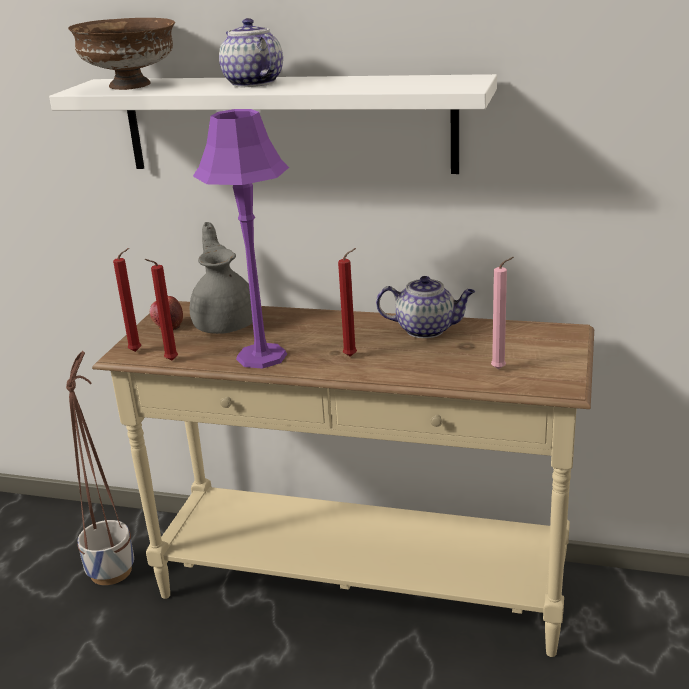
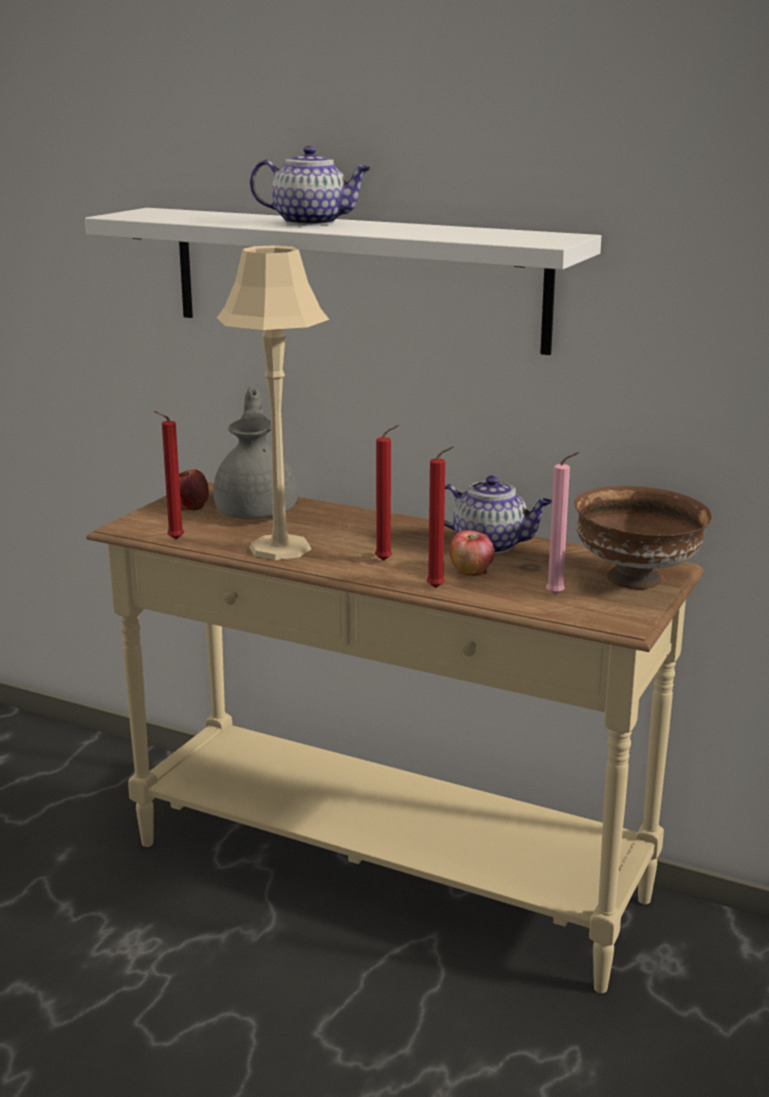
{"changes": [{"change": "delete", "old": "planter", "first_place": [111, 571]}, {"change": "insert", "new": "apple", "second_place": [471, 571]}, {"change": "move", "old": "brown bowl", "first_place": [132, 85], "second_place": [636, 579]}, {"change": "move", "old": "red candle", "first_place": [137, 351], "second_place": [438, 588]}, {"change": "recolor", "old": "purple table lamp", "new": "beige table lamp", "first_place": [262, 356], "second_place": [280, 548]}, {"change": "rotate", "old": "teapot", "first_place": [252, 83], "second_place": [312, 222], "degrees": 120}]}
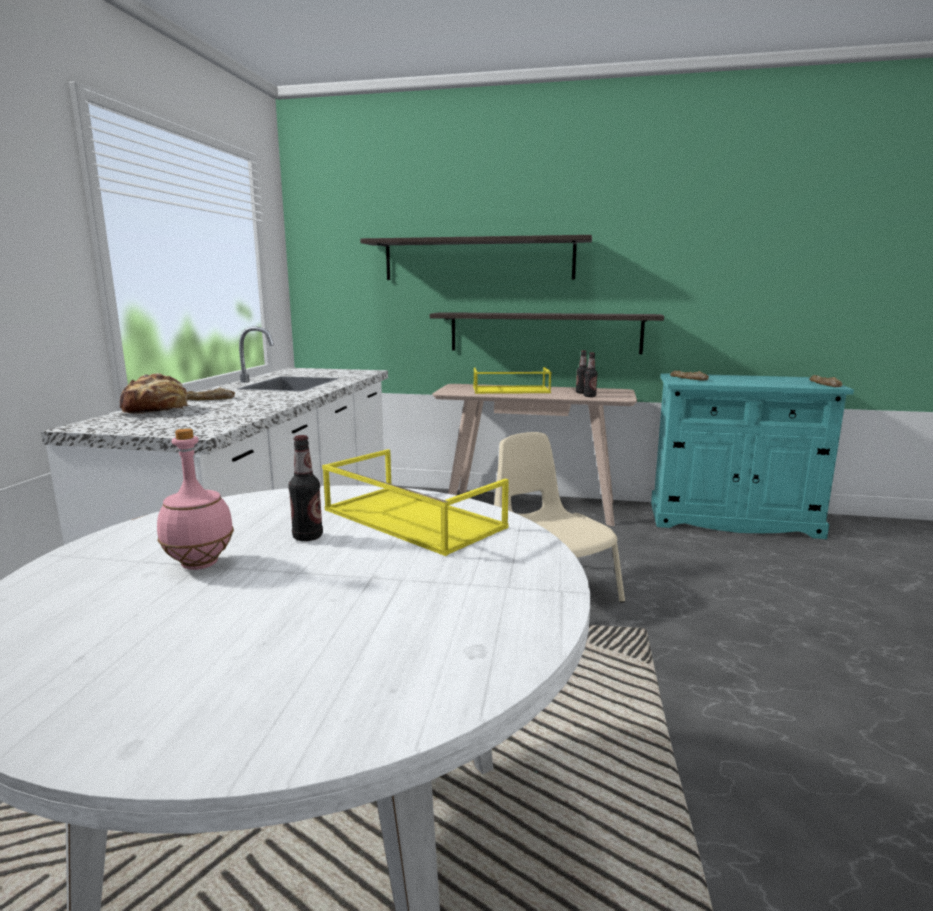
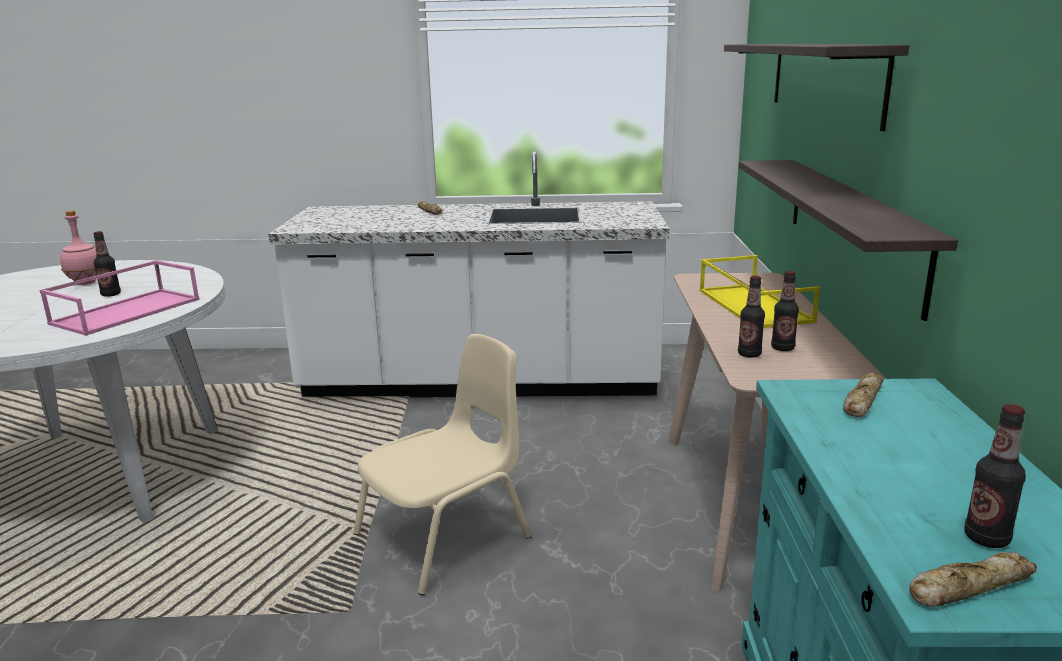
{"changes": [{"change": "delete", "old": "bread", "first_place": [156, 411]}, {"change": "insert", "new": "bottle", "second_place": [986, 538]}, {"change": "recolor", "old": "yellow tray", "new": "pink tray", "first_place": [410, 518], "second_place": [127, 311]}]}
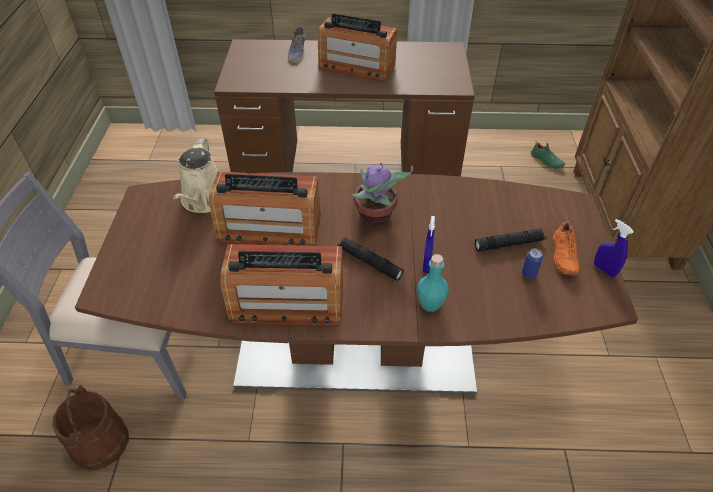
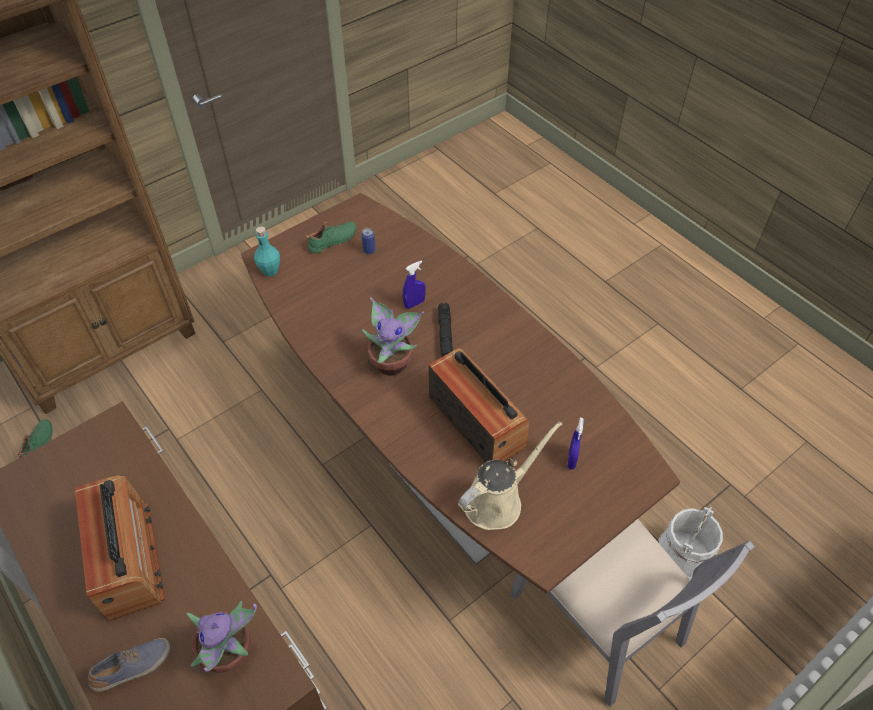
{"changes": [{"change": "delete", "old": "radio", "first_place": [287, 303]}, {"change": "delete", "old": "black flashlight", "first_place": [509, 244]}, {"change": "insert", "new": "potted plant", "second_place": [229, 653]}, {"change": "move", "old": "turquoise bottle", "first_place": [430, 304], "second_place": [270, 270]}, {"change": "move", "old": "blue spray bottle", "first_place": [604, 270], "second_place": [572, 459]}, {"change": "recolor", "old": "brown bucket", "new": "white bucket", "first_place": [100, 442], "second_place": [681, 556]}, {"change": "recolor", "old": "orange shoe", "new": "green shoe", "first_place": [562, 256], "second_place": [333, 242]}]}
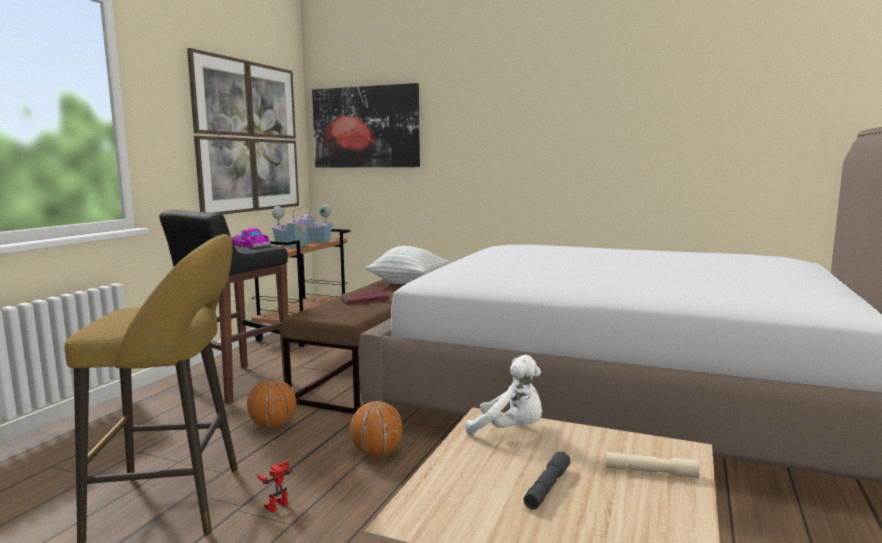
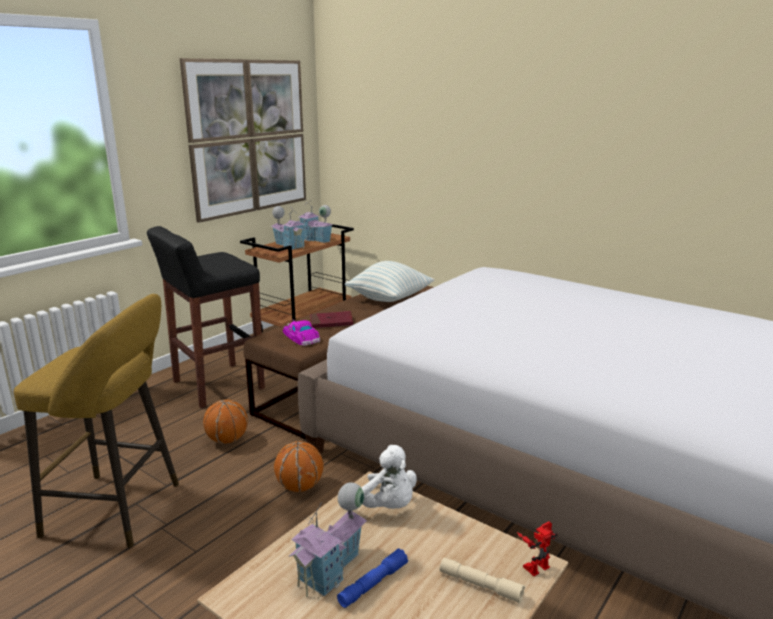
{"changes": [{"change": "delete", "old": "picture", "first_place": [365, 127]}, {"change": "insert", "new": "toy house", "second_place": [332, 569]}, {"change": "move", "old": "toy car", "first_place": [251, 245], "second_place": [302, 337]}, {"change": "move", "old": "toy robot", "first_place": [276, 503], "second_place": [535, 564]}, {"change": "recolor", "old": "grey flashlight", "new": "blue flashlight", "first_place": [547, 487], "second_place": [373, 584]}]}
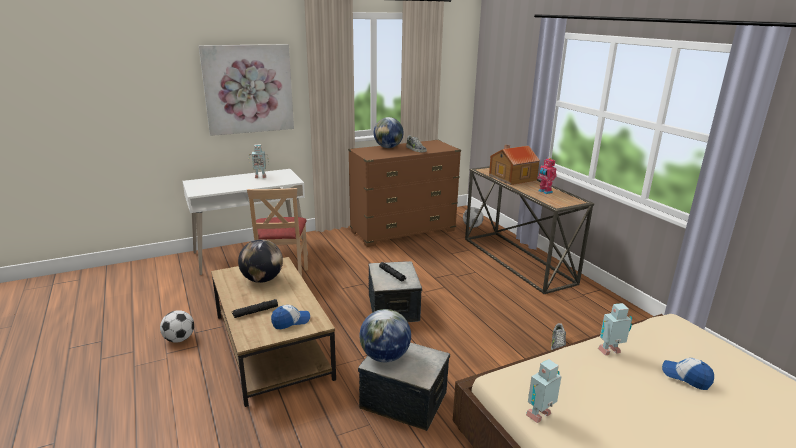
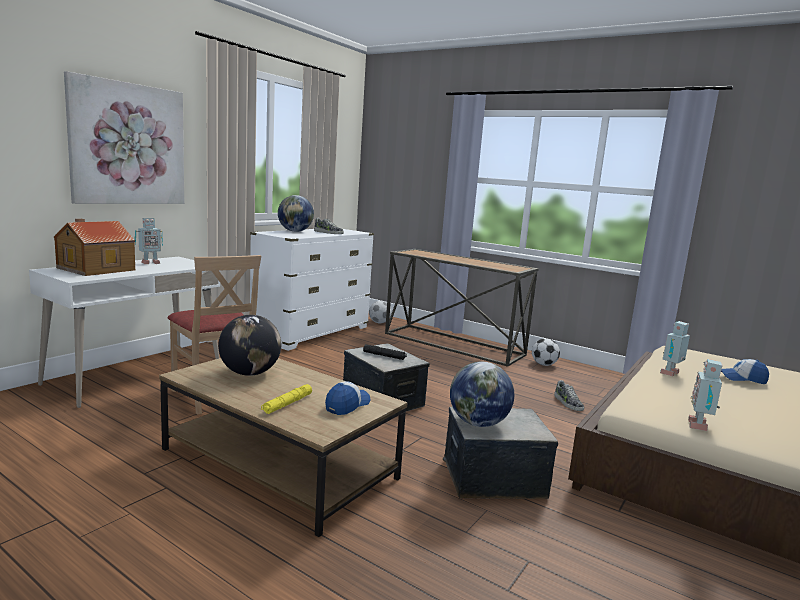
{"changes": [{"change": "delete", "old": "toy robot", "first_place": [544, 192]}, {"change": "move", "old": "football", "first_place": [179, 339], "second_place": [544, 364]}, {"change": "move", "old": "toy house", "first_place": [511, 177], "second_place": [94, 269]}, {"change": "recolor", "old": "black flashlight", "new": "yellow flashlight", "first_place": [255, 312], "second_place": [287, 404]}, {"change": "recolor", "old": "brown dresser", "new": "white dresser", "first_place": [403, 231], "second_place": [312, 333]}]}
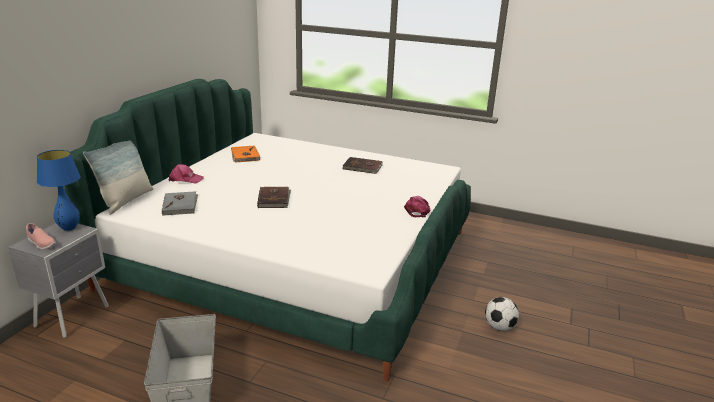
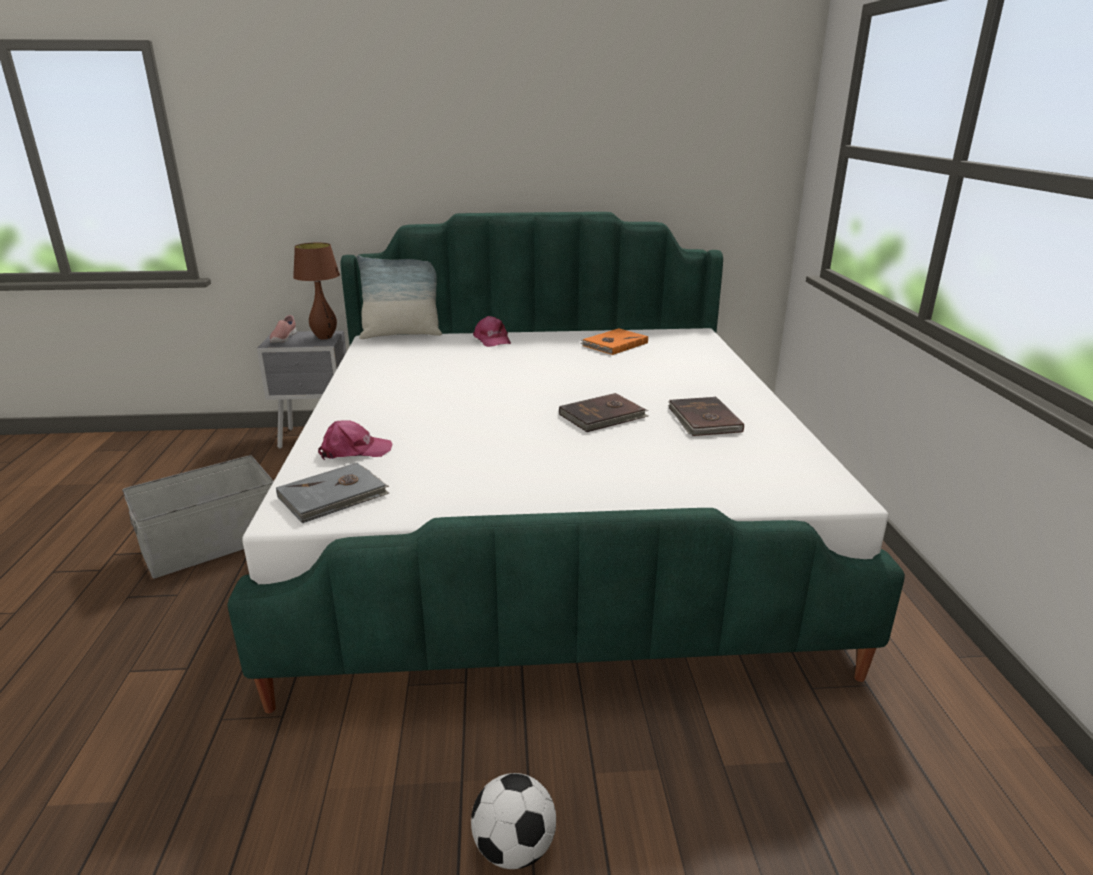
{"changes": [{"change": "move", "old": "grey book", "first_place": [180, 205], "second_place": [334, 496]}, {"change": "move", "old": "brown book", "first_place": [274, 199], "second_place": [603, 416]}, {"change": "move", "old": "pink cap", "first_place": [417, 210], "second_place": [354, 450]}, {"change": "recolor", "old": "blue table lamp", "new": "brown table lamp", "first_place": [69, 228], "second_place": [324, 337]}]}
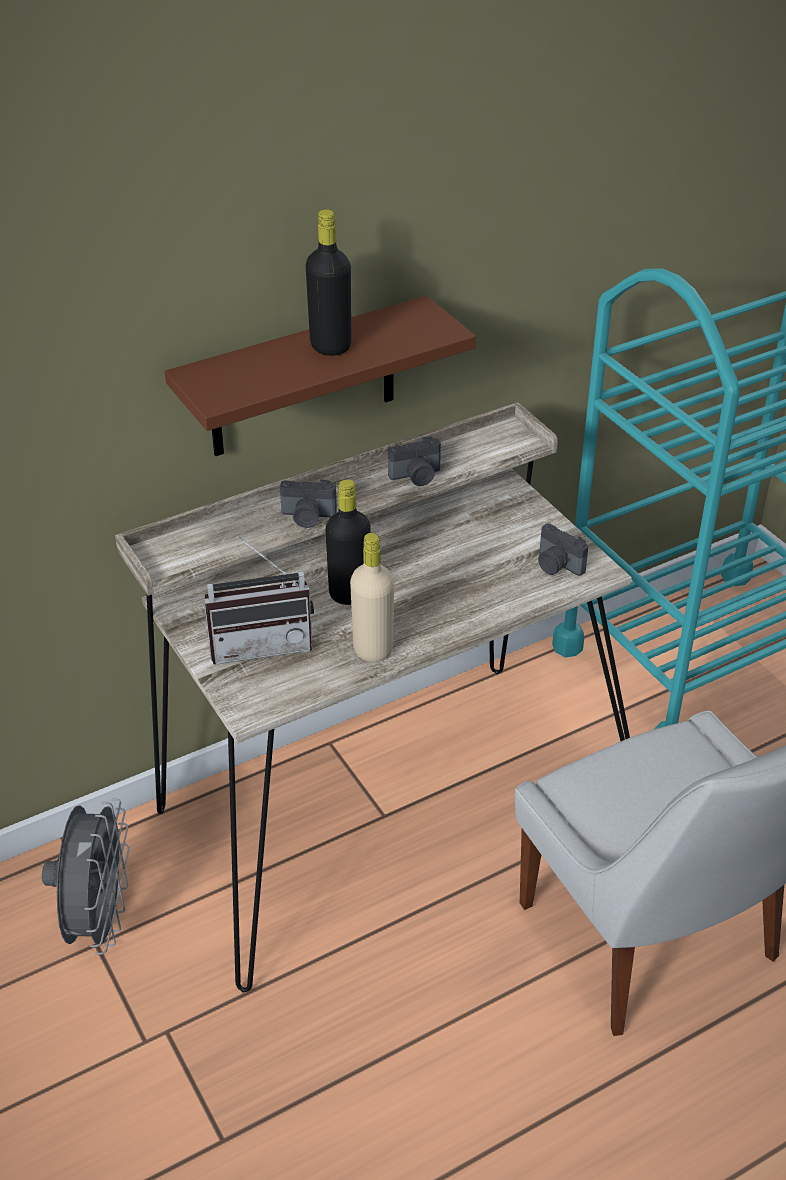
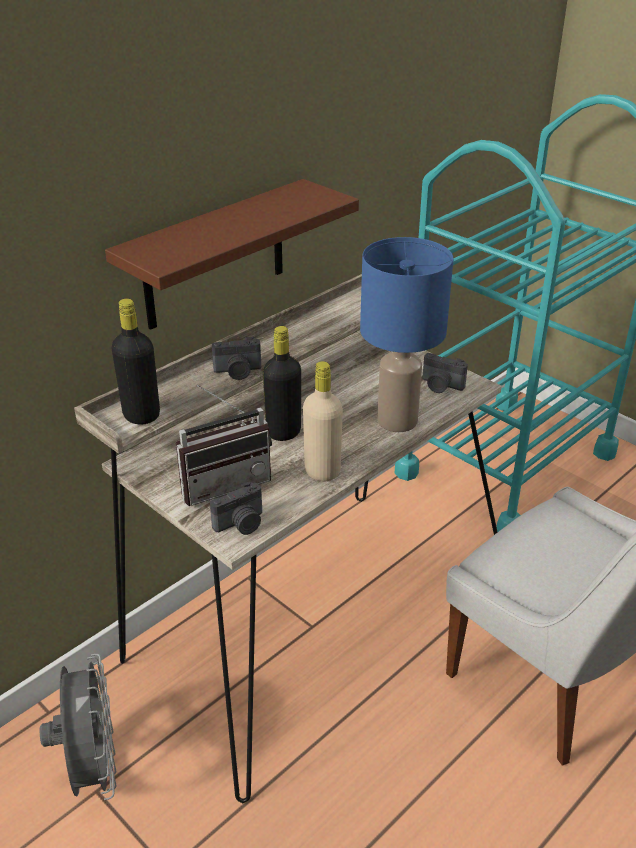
{"changes": [{"change": "insert", "new": "blue table lamp", "second_place": [398, 421]}, {"change": "move", "old": "black bottle", "first_place": [330, 346], "second_place": [141, 415]}, {"change": "move", "old": "photo camera", "first_place": [416, 477], "second_place": [241, 524]}]}
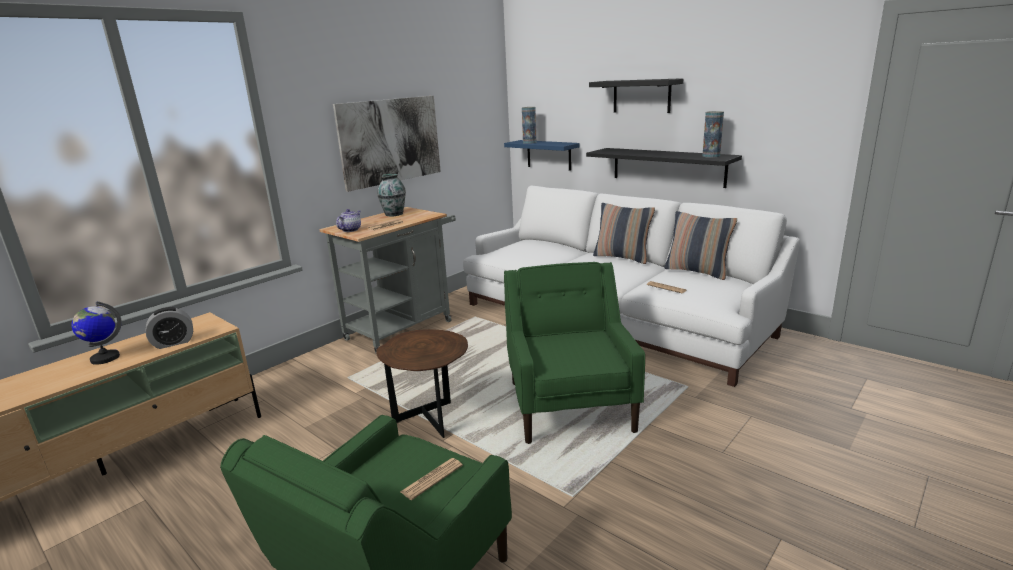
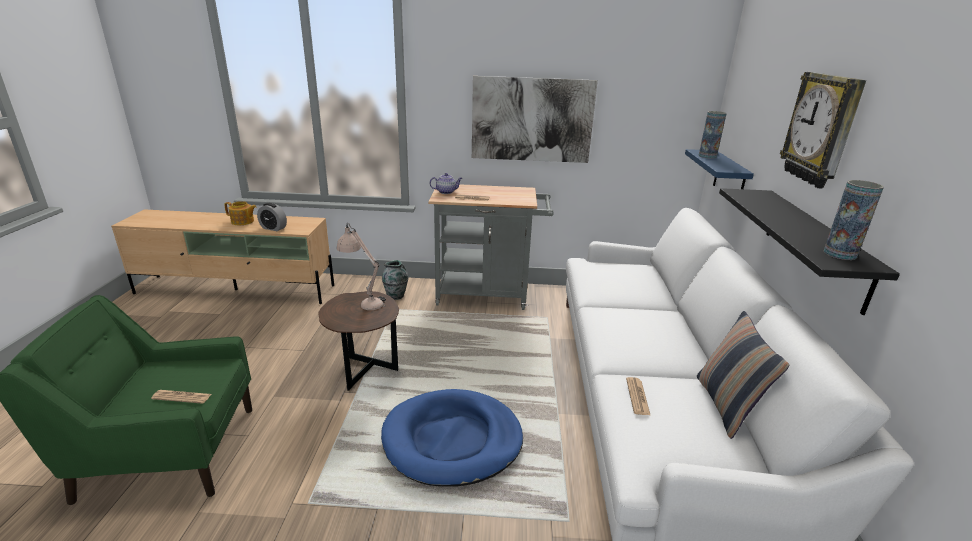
{"changes": [{"change": "delete", "old": "pillow", "first_place": [622, 257]}, {"change": "insert", "new": "beige table lamp", "second_place": [363, 300]}, {"change": "move", "old": "vase", "first_place": [394, 214], "second_place": [396, 296]}, {"change": "replace", "old": "globe", "new": "teapot", "first_place": [105, 358], "second_place": [243, 222]}, {"change": "replace", "old": "green armchair", "new": "blue dog bed", "first_place": [570, 404], "second_place": [452, 440]}, {"change": "replace", "old": "black shelf", "new": "wall clock", "first_place": [641, 96], "second_place": [822, 129]}]}
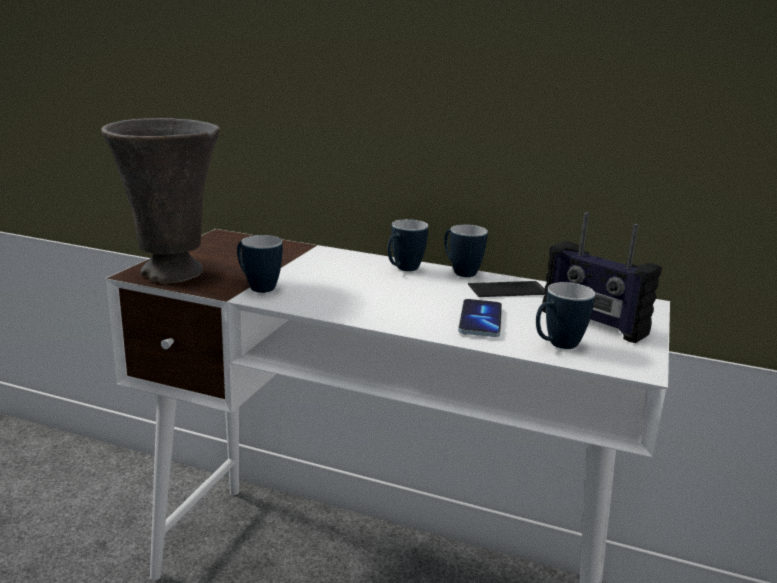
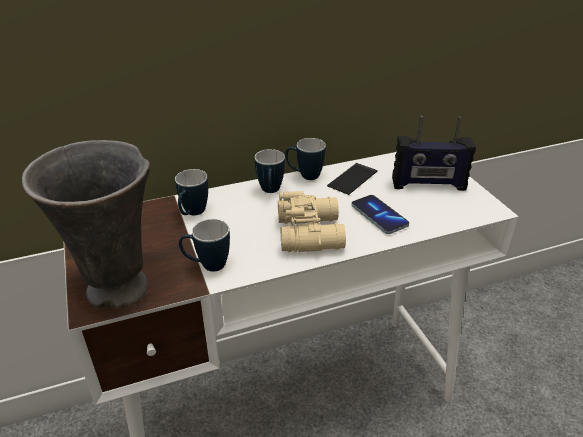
{"changes": [{"change": "insert", "new": "beige binoculars", "second_place": [311, 232]}, {"change": "move", "old": "mug", "first_place": [556, 346], "second_place": [192, 214]}]}
